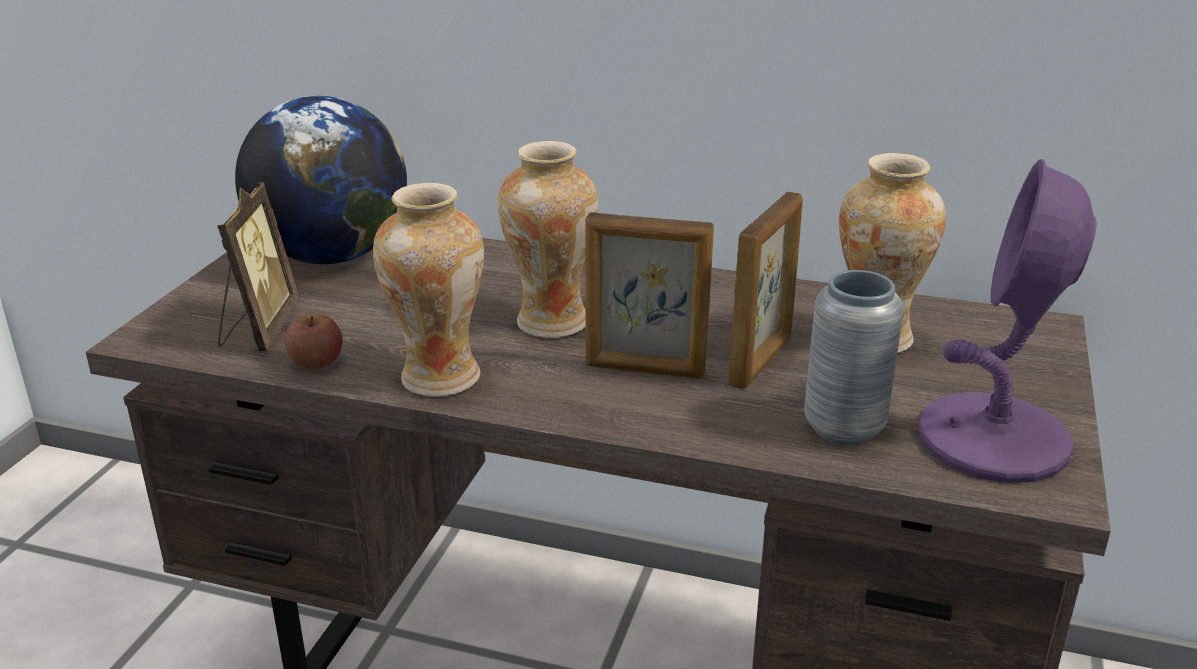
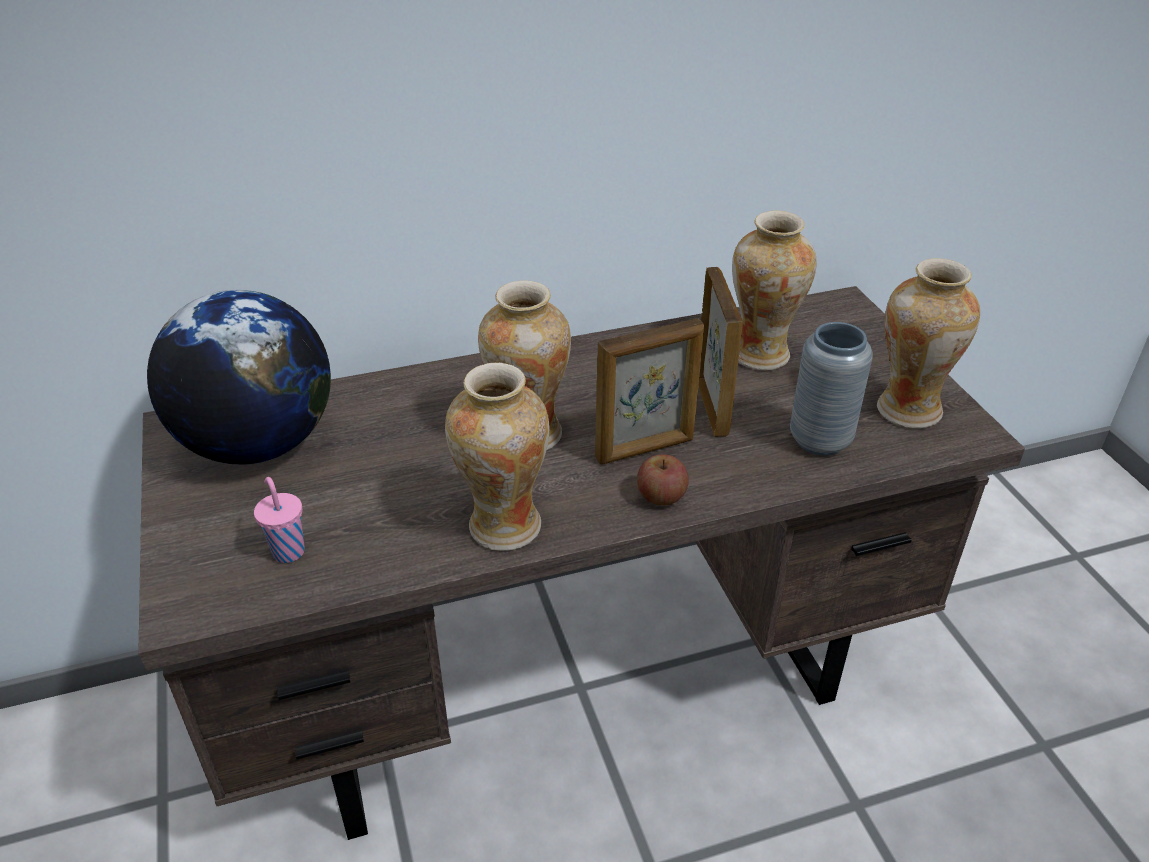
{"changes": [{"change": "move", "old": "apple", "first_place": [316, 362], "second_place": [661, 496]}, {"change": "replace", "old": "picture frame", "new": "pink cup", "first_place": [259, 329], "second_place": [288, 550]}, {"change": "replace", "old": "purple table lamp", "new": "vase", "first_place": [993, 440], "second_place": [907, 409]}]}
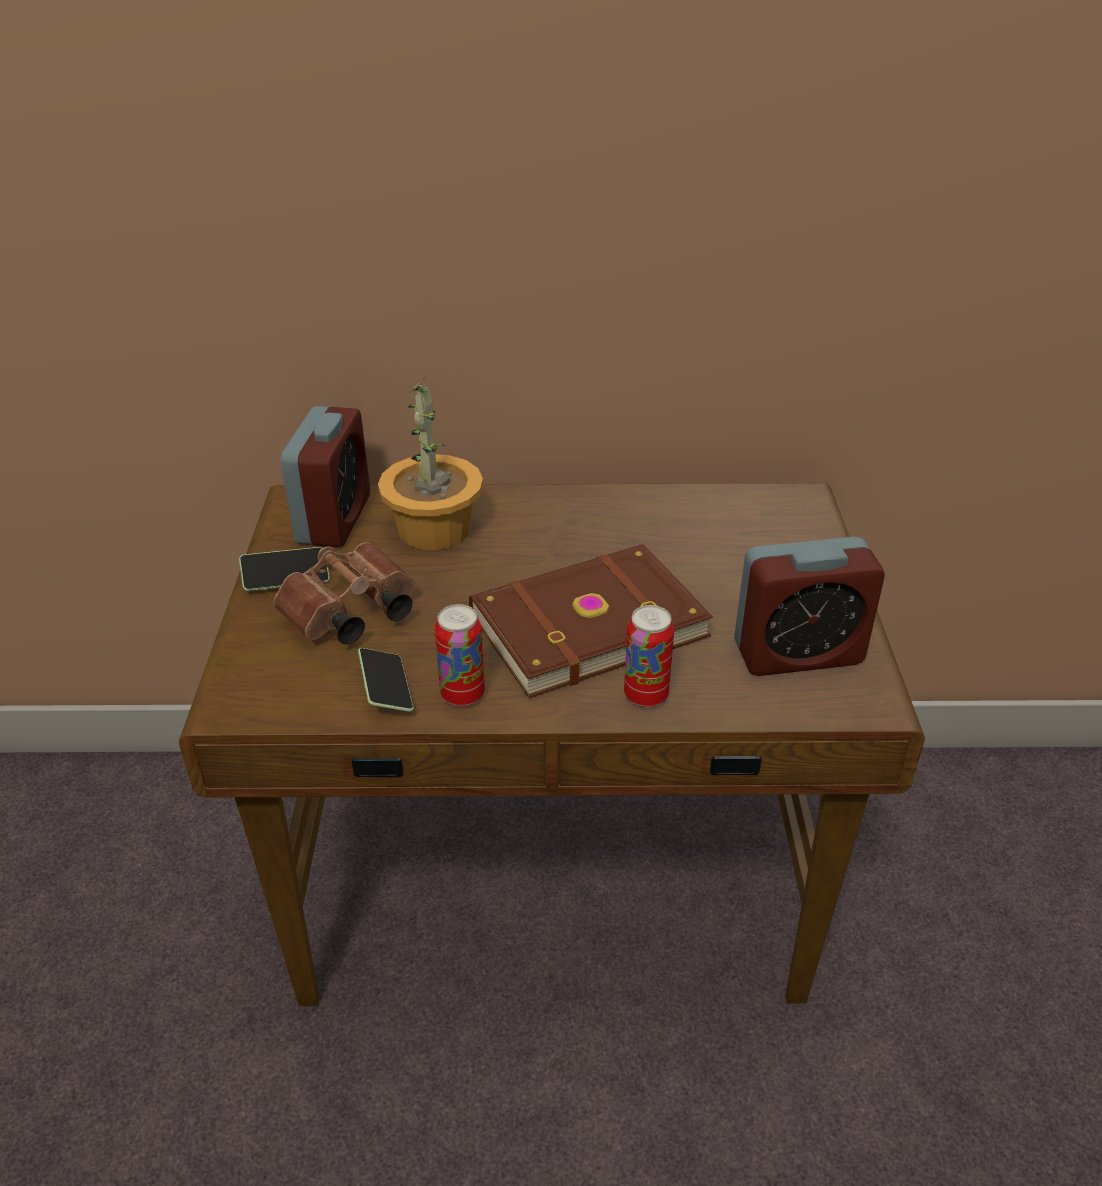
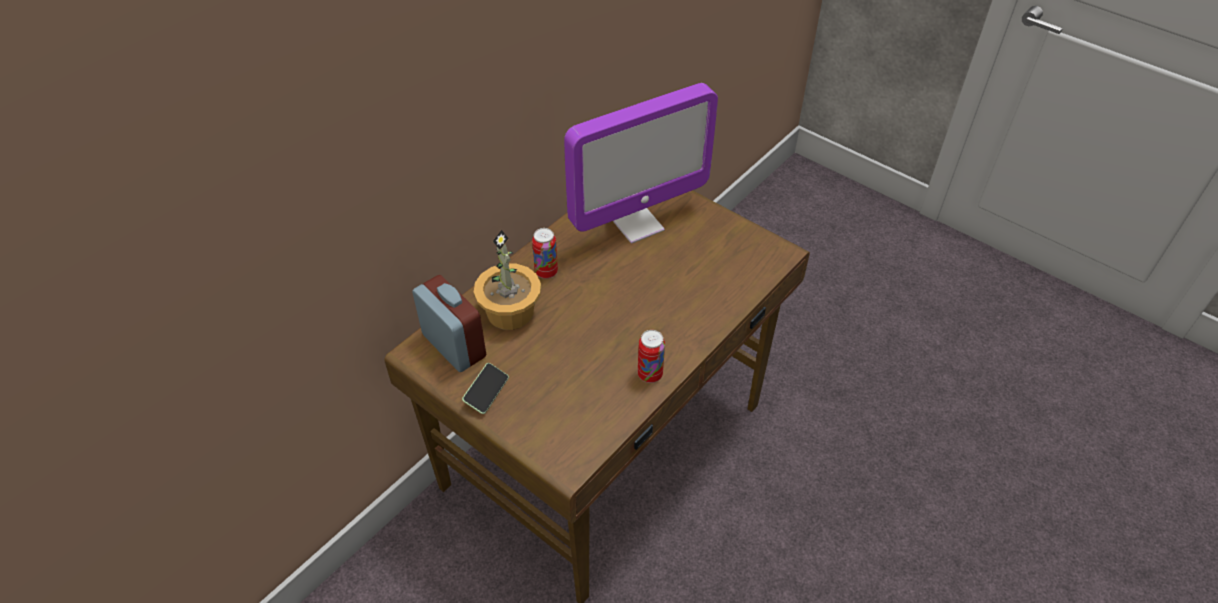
{"changes": [{"change": "delete", "old": "brown binoculars", "first_place": [348, 616]}, {"change": "delete", "old": "phone", "first_place": [386, 689]}, {"change": "delete", "old": "brown book", "first_place": [585, 623]}, {"change": "delete", "old": "alarm clock", "first_place": [797, 653]}, {"change": "insert", "new": "monitor", "second_place": [637, 224]}, {"change": "move", "old": "can", "first_place": [646, 696], "second_place": [546, 272]}]}
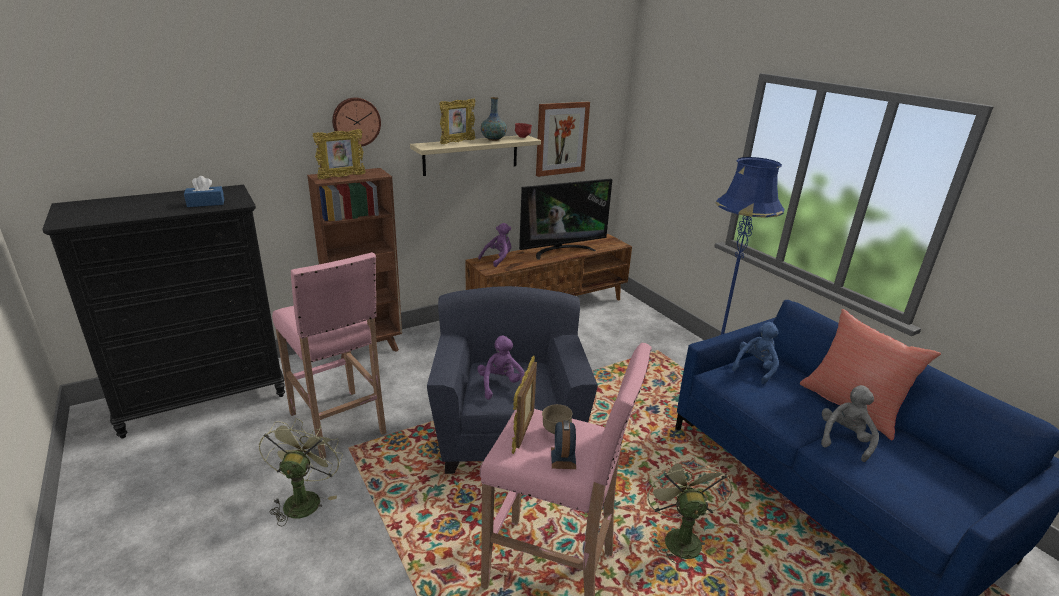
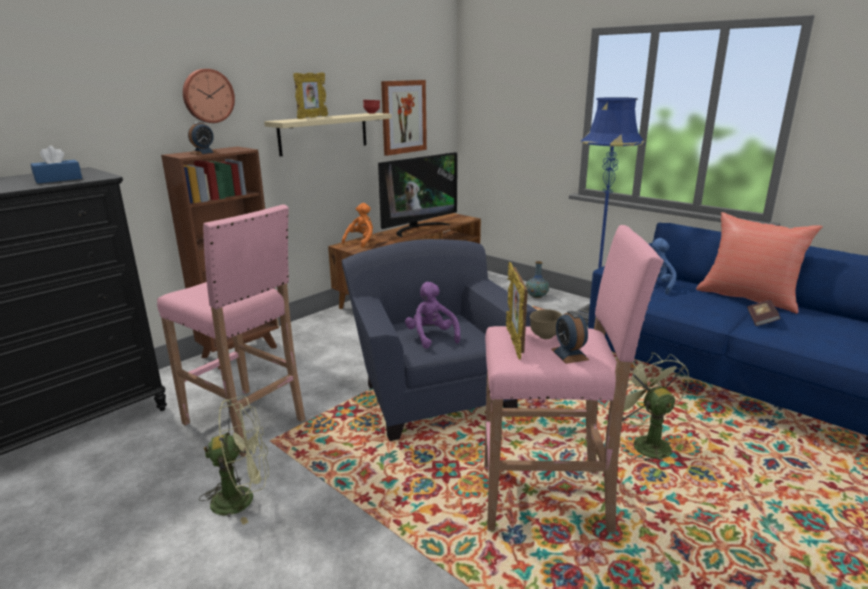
{"changes": [{"change": "move", "old": "vase", "first_place": [493, 139], "second_place": [536, 296]}, {"change": "replace", "old": "picture frame", "new": "alarm clock", "first_place": [342, 177], "second_place": [203, 153]}, {"change": "replace", "old": "grey plush toy", "new": "book", "first_place": [844, 440], "second_place": [761, 320]}, {"change": "recolor", "old": "purple plush toy", "new": "orange plush toy", "first_place": [498, 259], "second_place": [361, 241]}, {"change": "rotate", "old": "green fan", "first_place": [303, 498], "second_place": [243, 498], "degrees": 90}]}
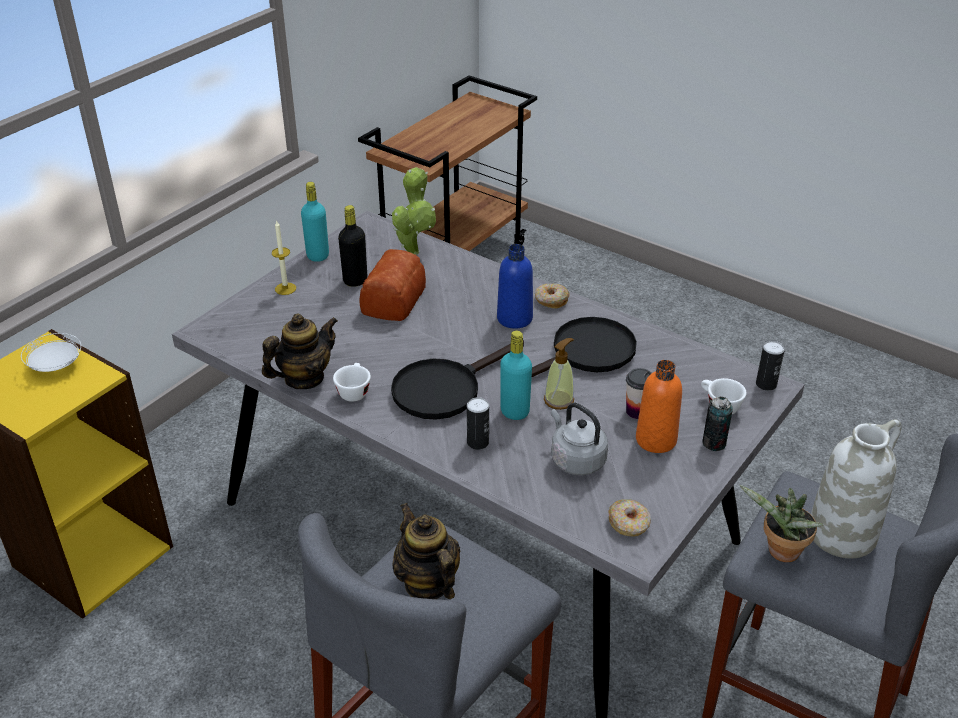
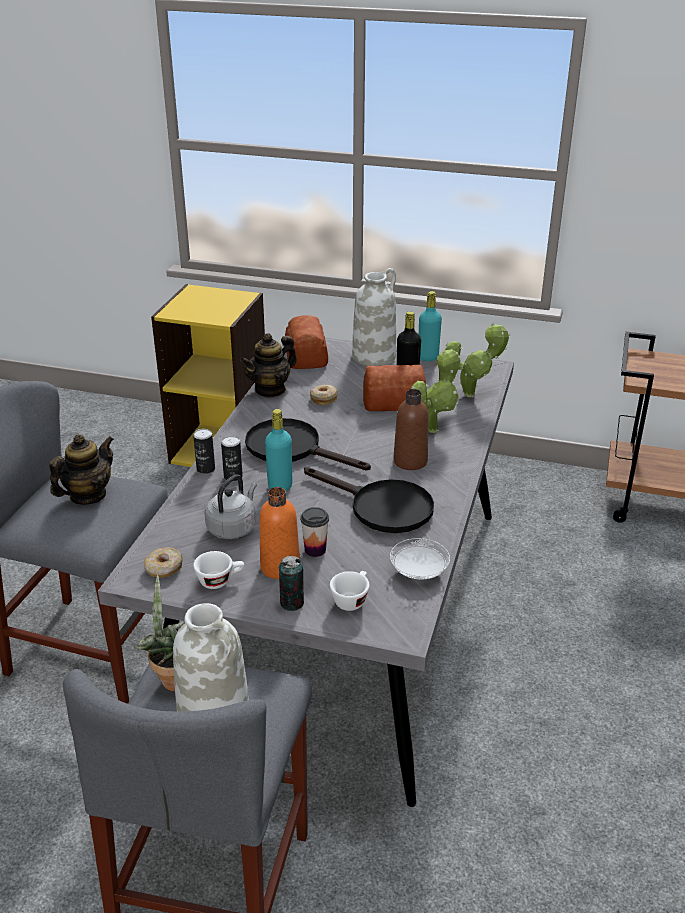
{"changes": [{"change": "delete", "old": "soap dispenser", "first_place": [559, 400]}, {"change": "insert", "new": "bread", "second_place": [307, 355]}, {"change": "insert", "new": "potted plant", "second_place": [434, 428]}, {"change": "move", "old": "white plate", "first_place": [56, 365], "second_place": [419, 572]}, {"change": "move", "old": "white cup", "first_place": [353, 391], "second_place": [220, 580]}, {"change": "move", "old": "donut", "first_place": [551, 300], "second_place": [323, 399]}, {"change": "move", "old": "can", "first_place": [766, 384], "second_place": [206, 469]}, {"change": "replace", "old": "candle", "new": "white vase", "first_place": [285, 288], "second_place": [374, 356]}, {"change": "recolor", "old": "blue bottle", "new": "brown bottle", "first_place": [514, 318], "second_place": [410, 461]}, {"change": "rotate", "old": "teapot", "first_place": [304, 378], "second_place": [270, 389], "degrees": 105}]}
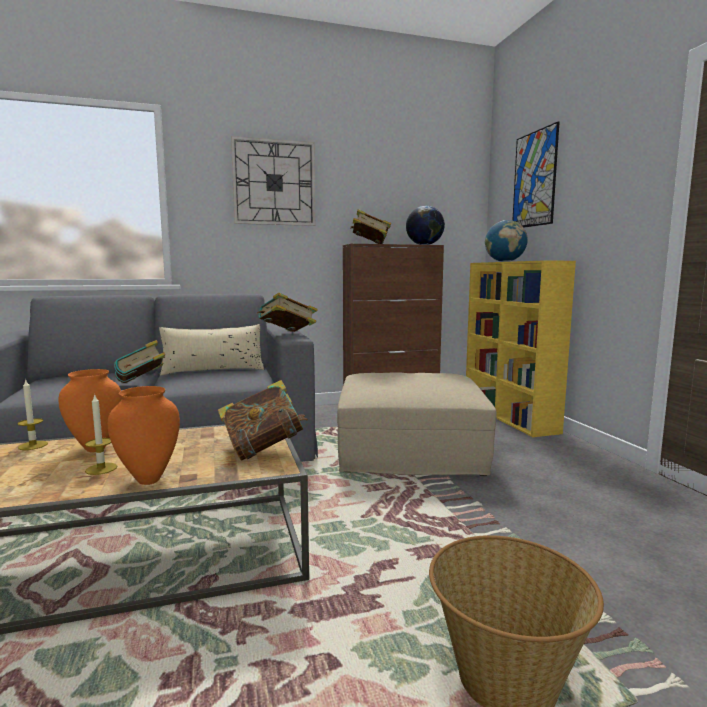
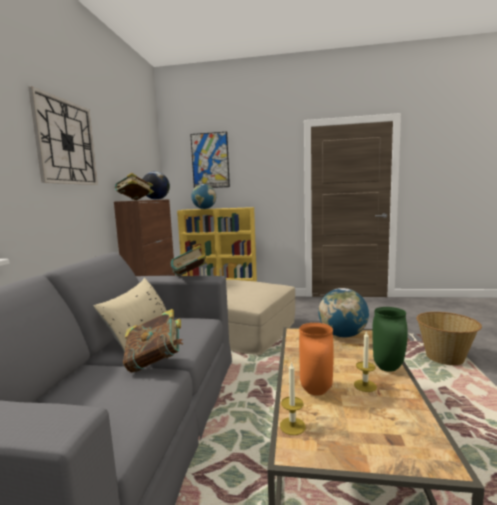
{"changes": [{"change": "replace", "old": "book", "new": "globe", "first_place": [263, 449], "second_place": [343, 335]}, {"change": "recolor", "old": "orange vase", "new": "green vase", "first_place": [149, 479], "second_place": [387, 368]}]}
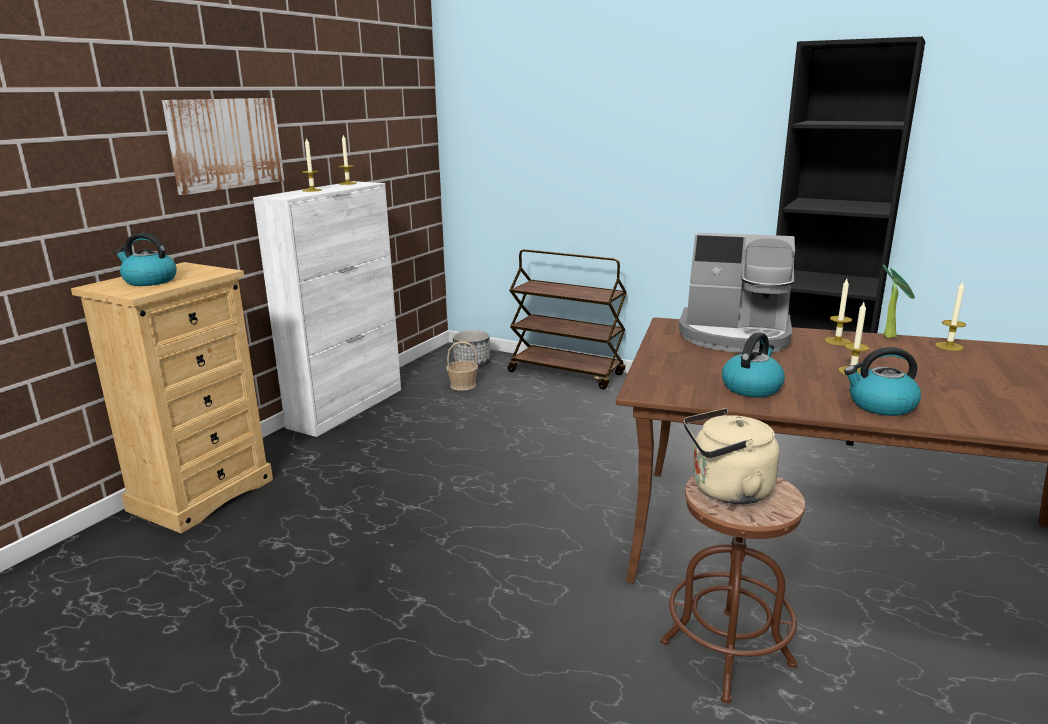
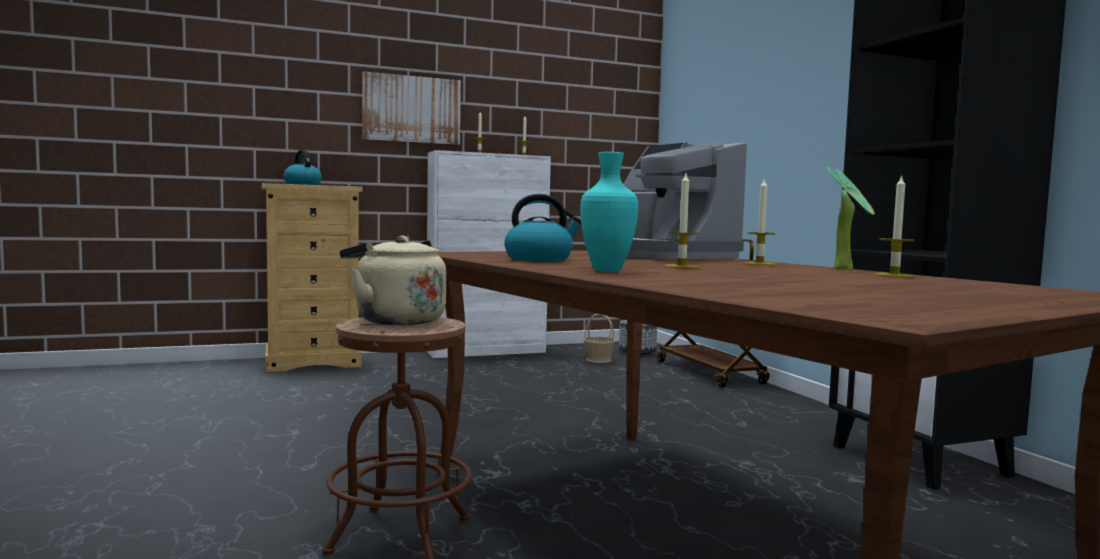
{"changes": [{"change": "replace", "old": "kettle", "new": "turquoise vase", "first_place": [880, 405], "second_place": [607, 271]}]}
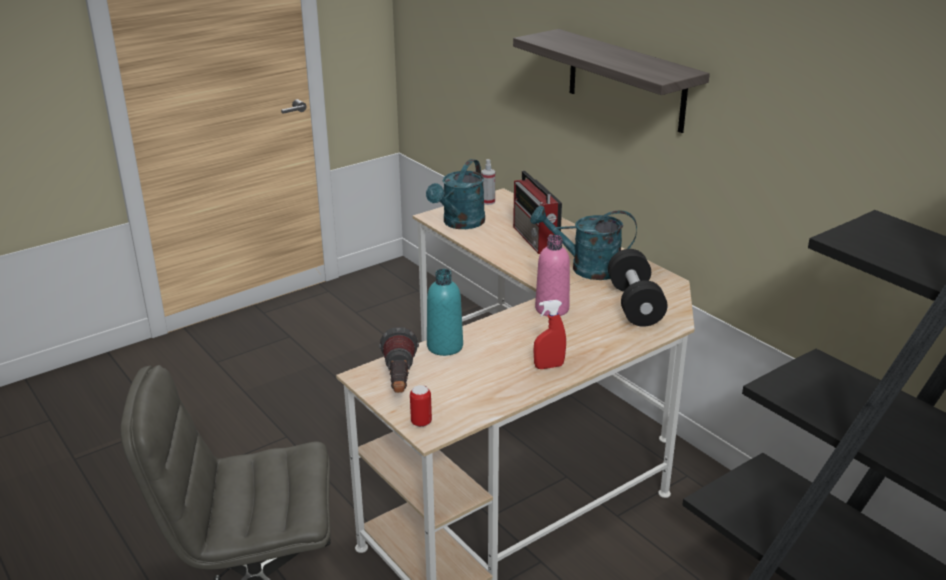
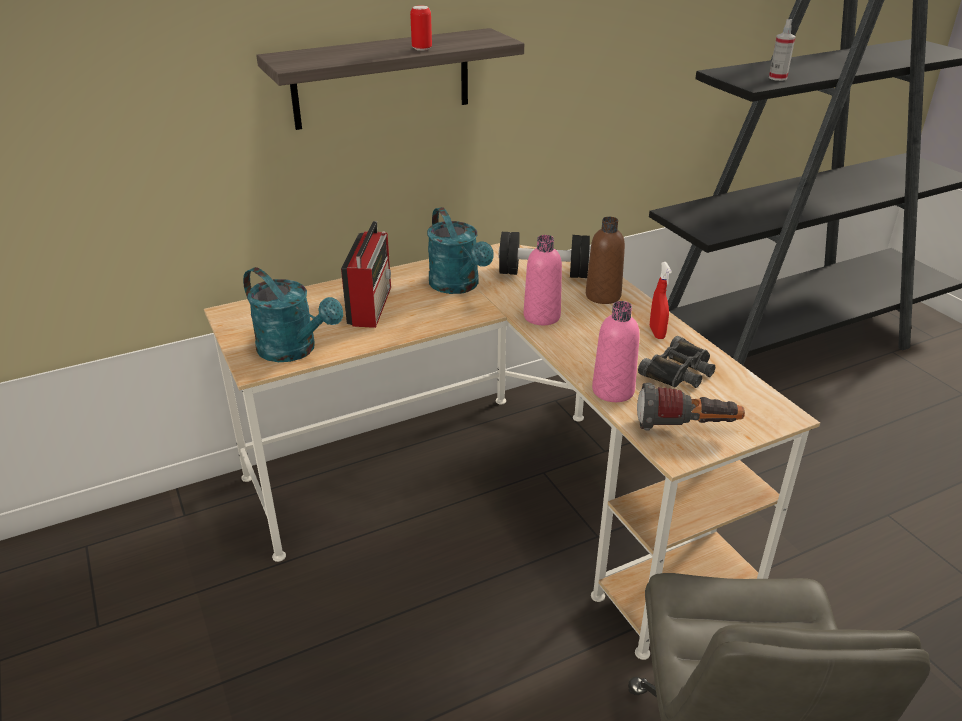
{"changes": [{"change": "insert", "new": "brown bottle", "second_place": [603, 296]}, {"change": "insert", "new": "black binoculars", "second_place": [679, 371]}, {"change": "move", "old": "can", "first_place": [421, 422], "second_place": [422, 49]}, {"change": "move", "old": "spray bottle", "first_place": [488, 202], "second_place": [777, 78]}, {"change": "recolor", "old": "turquoise bottle", "new": "pink bottle", "first_place": [445, 346], "second_place": [613, 390]}, {"change": "rotate", "old": "radio", "first_place": [536, 239], "second_place": [371, 305], "degrees": -75}, {"change": "rotate", "old": "turquoise watering can", "first_place": [586, 268], "second_place": [458, 286], "degrees": -45}]}
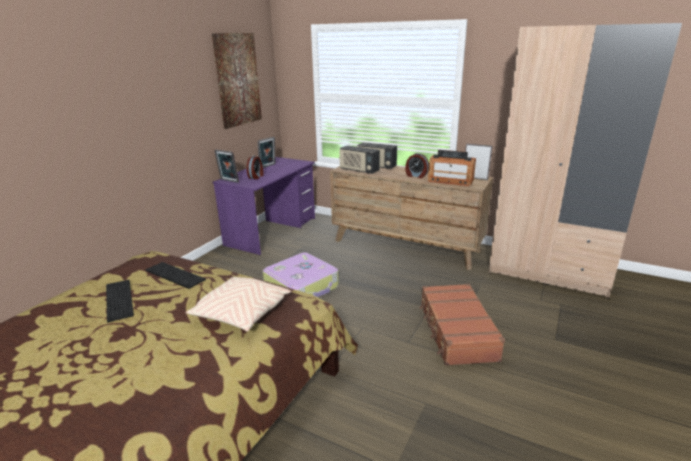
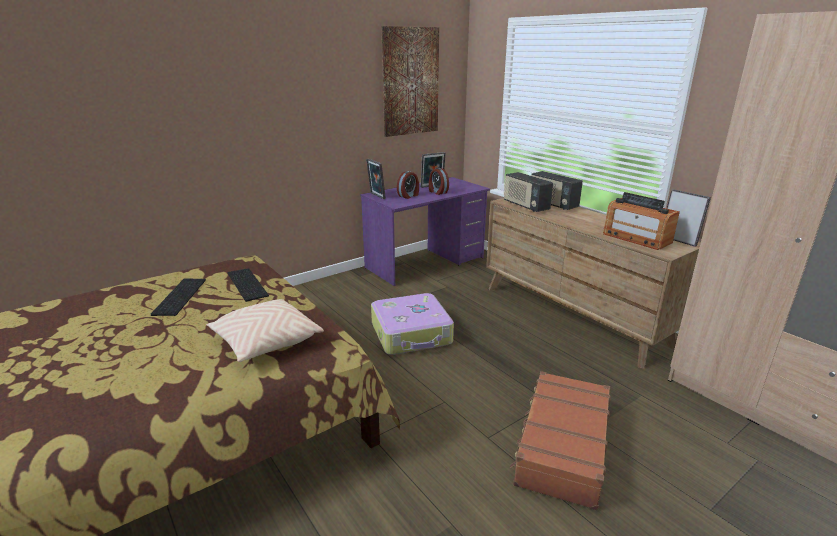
{"changes": [{"change": "move", "old": "alarm clock", "first_place": [416, 176], "second_place": [437, 192]}]}
